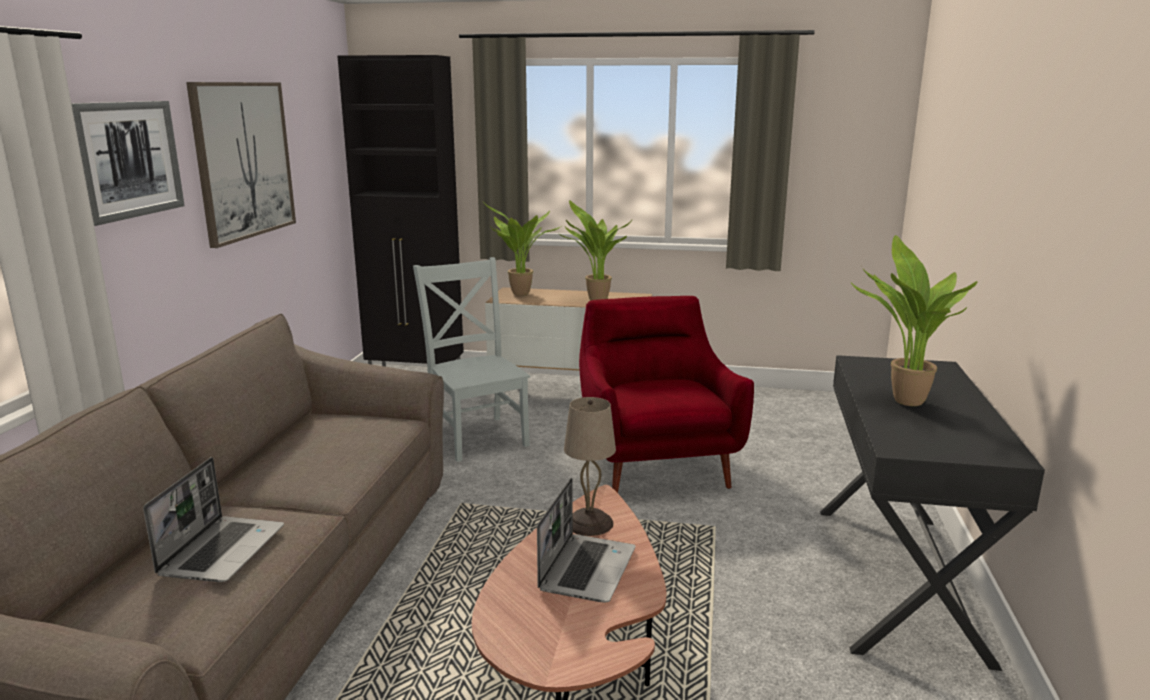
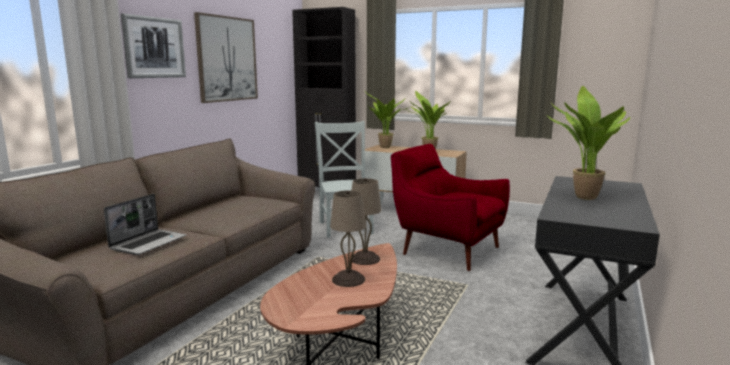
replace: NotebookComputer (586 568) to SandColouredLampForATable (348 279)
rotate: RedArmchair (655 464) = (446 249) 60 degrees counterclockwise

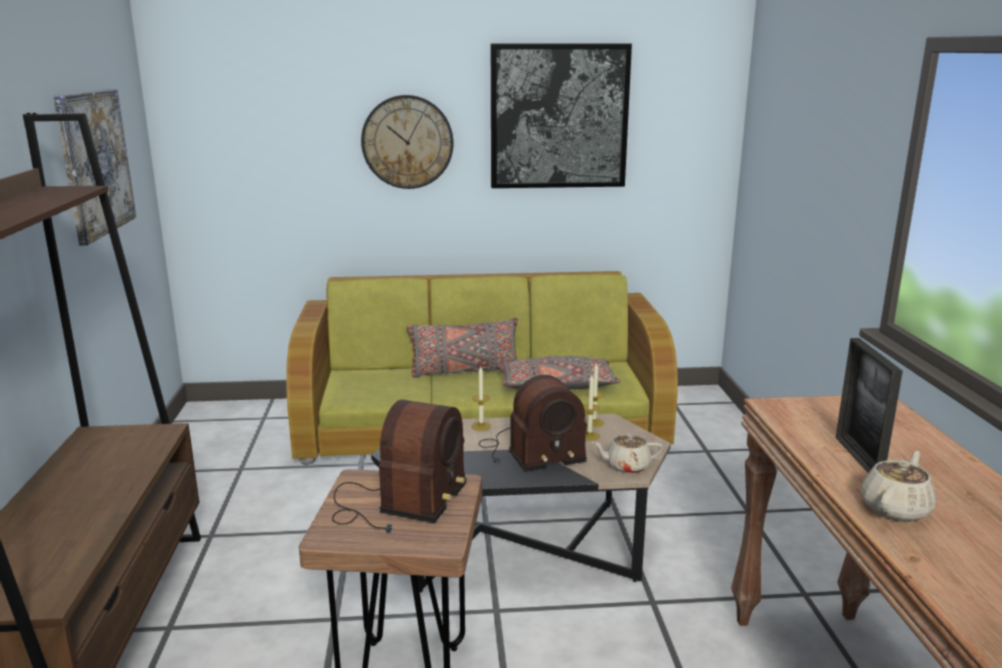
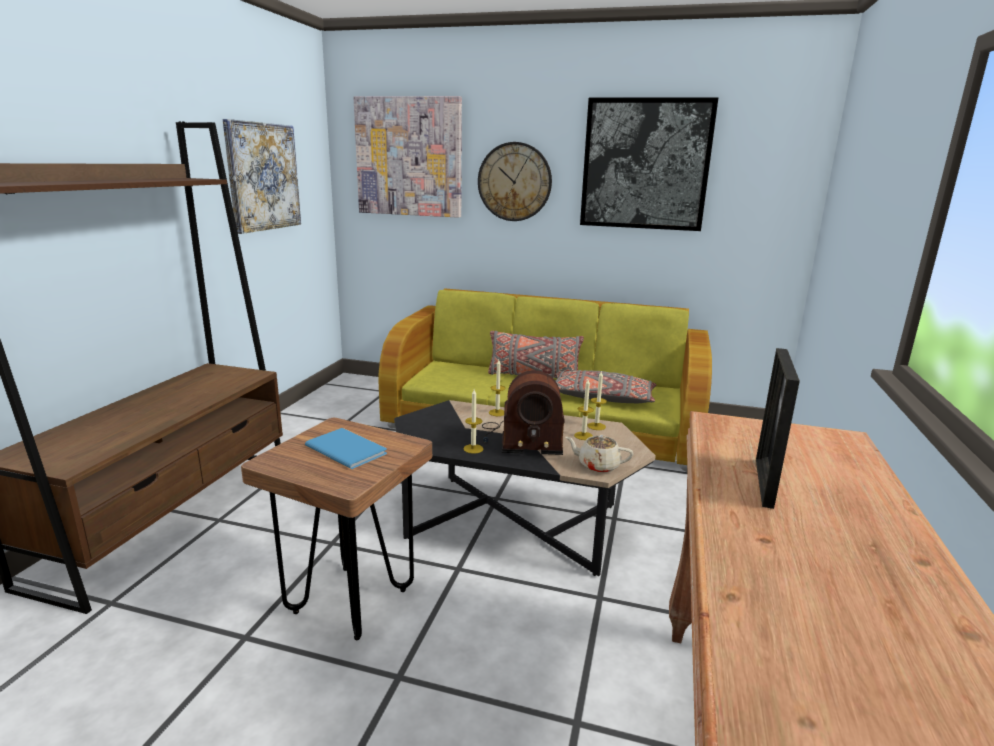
delete: SandColouredTeapot (896 508)
insert: Picture (409 157); WaxCandle (473 449)
replace: Radio (398 503) to BlueBoundBook (346 448)

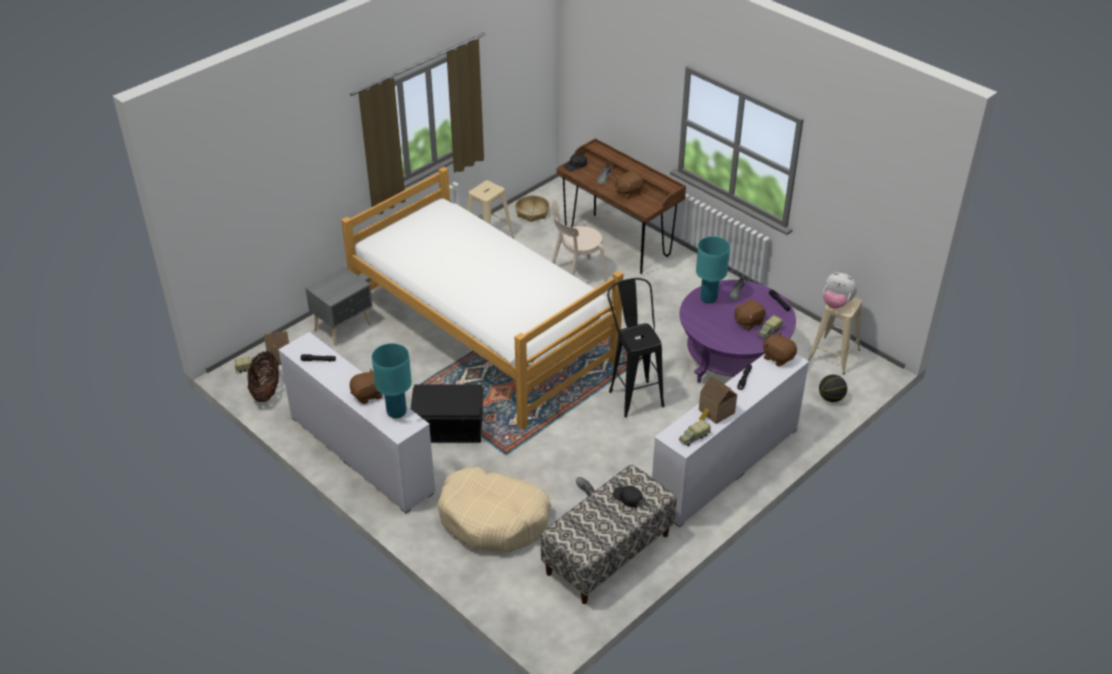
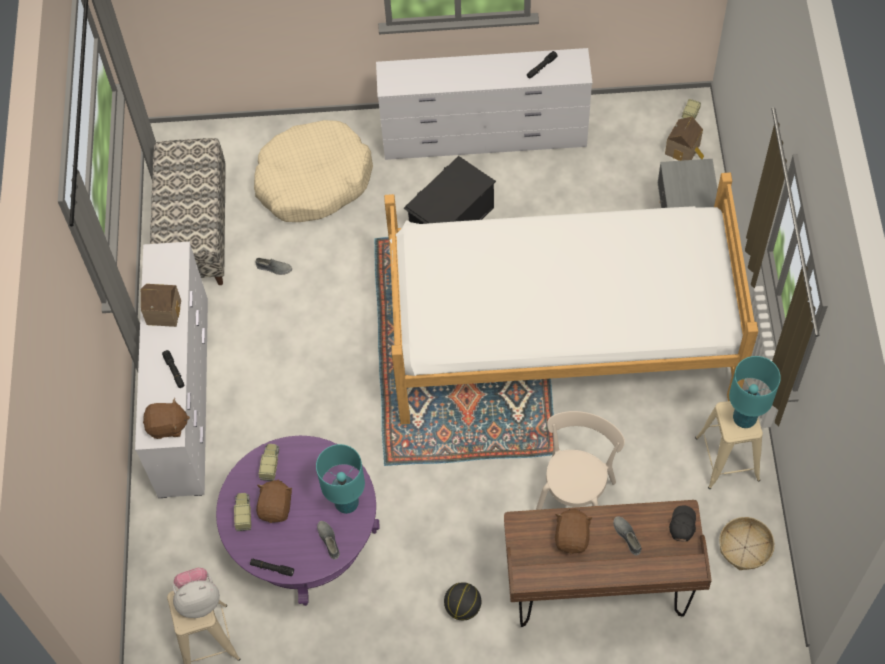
delete: Basket (266 390); BrownCuddlyToy (368 395); BlackSittingStool (633 393); BlackPeakedCap (628 498)
move: ToyLorry (694 437) to (270 464); BallForBasketball (831 398) to (462 607); TurquoiseLampForATable (396 412) to (744 418)

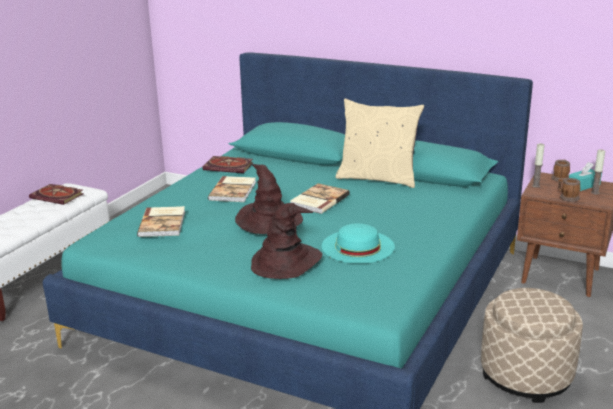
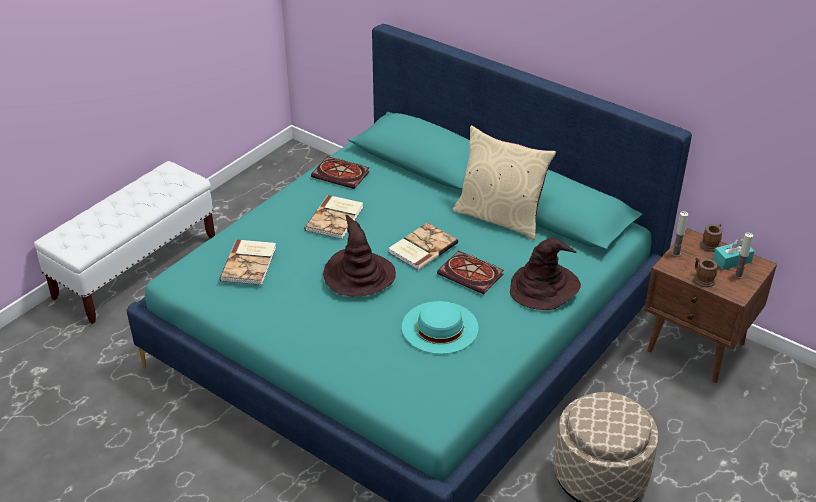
move: BoundBook (58 196) to (472 274); BrownClothingHat (286 262) to (544 288)

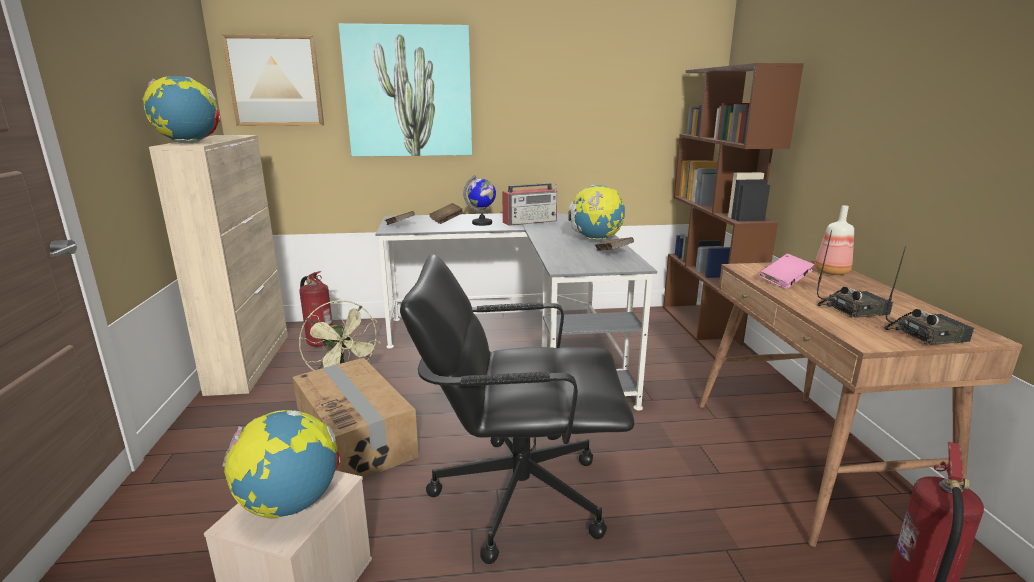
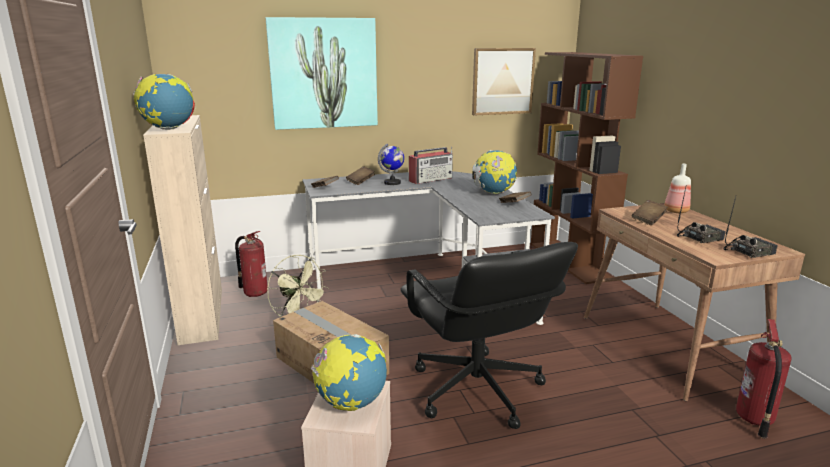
move: Picture (275 81) to (502 81)
recolor: PinkBoundBook (784 282) to BrownBoundBook (648 220)
rotate: BlackComputerChair (518 494) = (476 390) 105 degrees counterclockwise

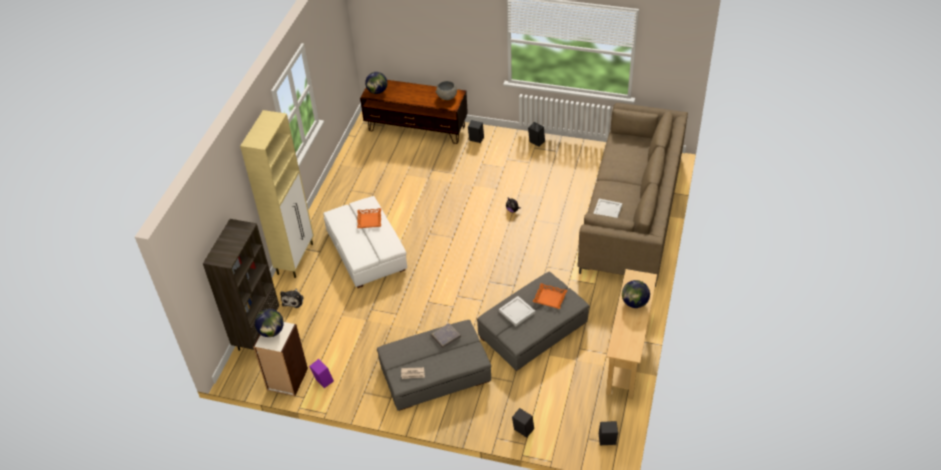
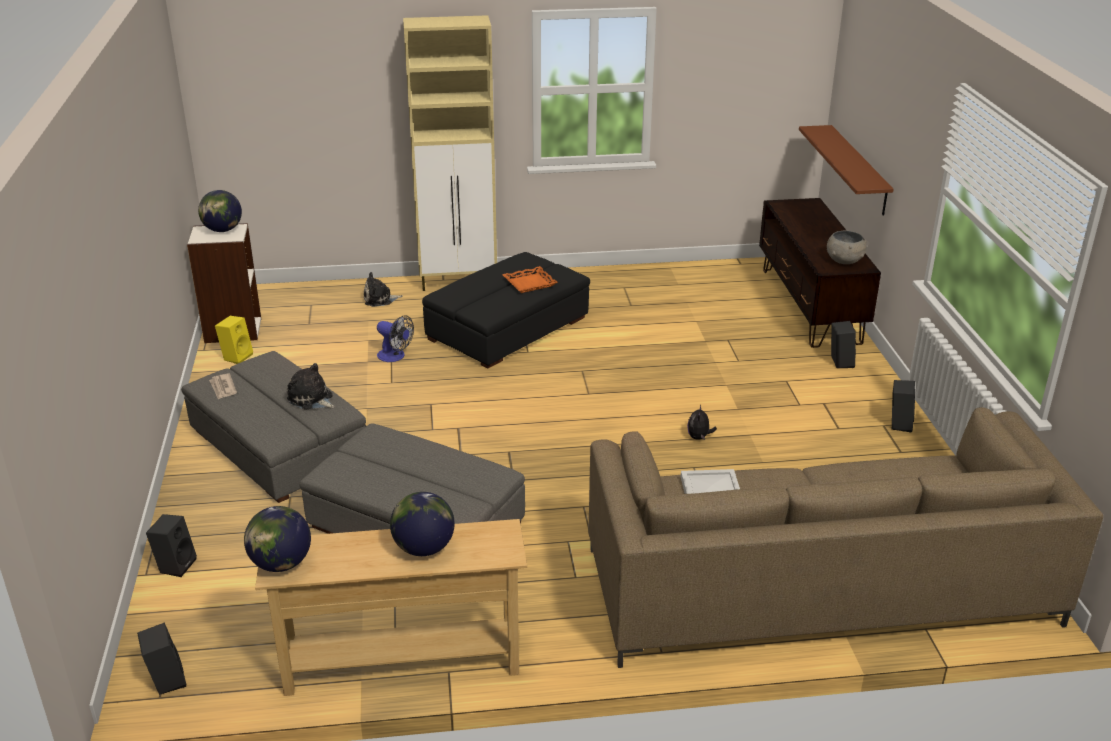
delete: BrownShelvingUnit (258 333); WhiteTray (516 312); OrangeyTray (549 298)
insert: Fan (395 356); BrownWallShelf (858 170)
move: WorldGlobe (377 91) to (281 564)
replace: GrayBoundBook (446 336) to CuddlyToy (311 399)
recolor: PurpleAudioSpeaker (322 381) to YellowColouredAudioSpeaker (237 356); WhitePouffe (367 251) to BlackPouffe (508 328)

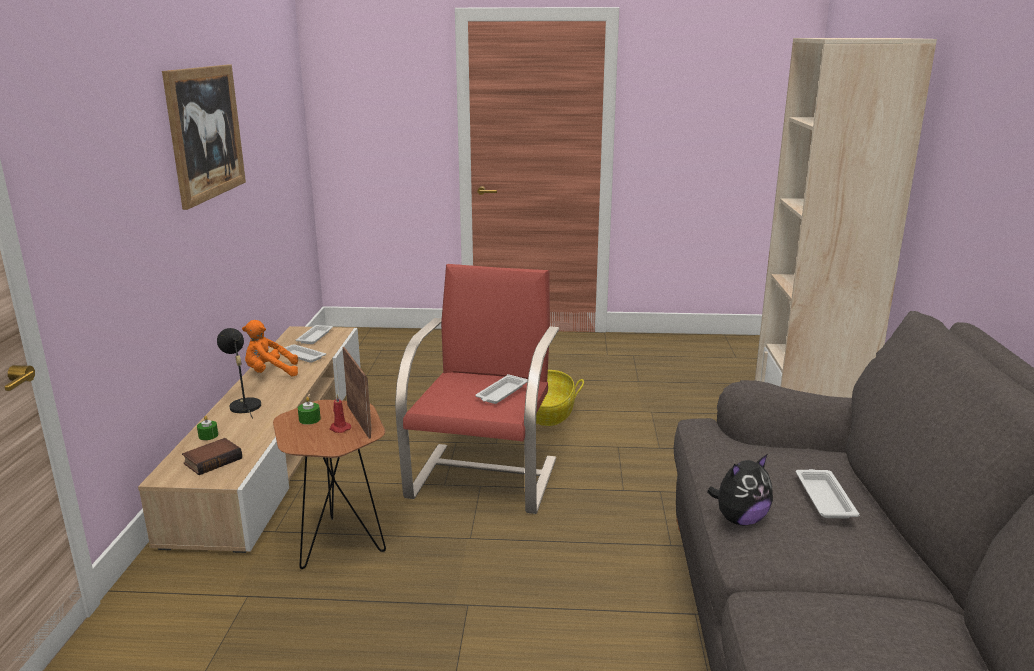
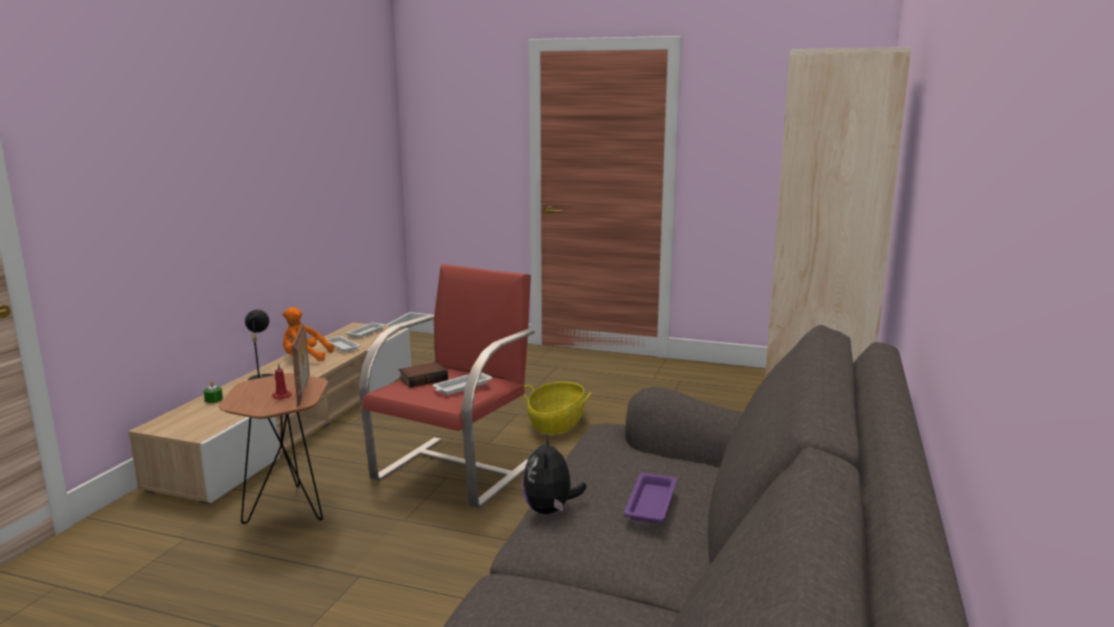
delete: Picture (206 132); GreenWaxCandle (309 419)
move: BoundBook (213 460) to (423 379)
recolor: WhiteTray (824 498) to PurpleTray (651 502)
rotate: CuddlyToy (739 519) = (550 510) 105 degrees clockwise

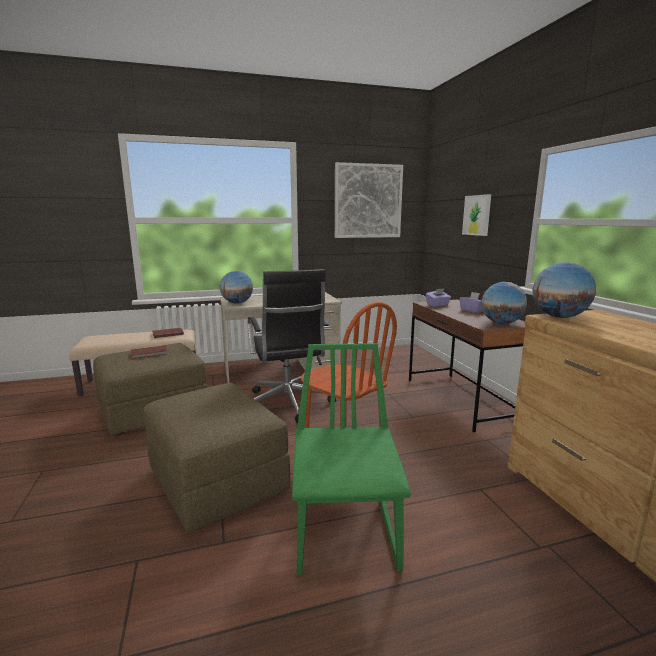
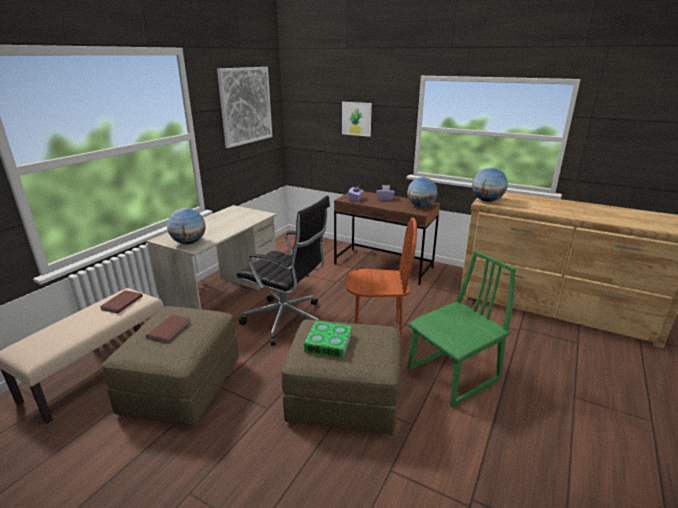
insert: BoundBook (328 343)
rotate: GreenPlainChair (346 533) = (453 375) 105 degrees clockwise

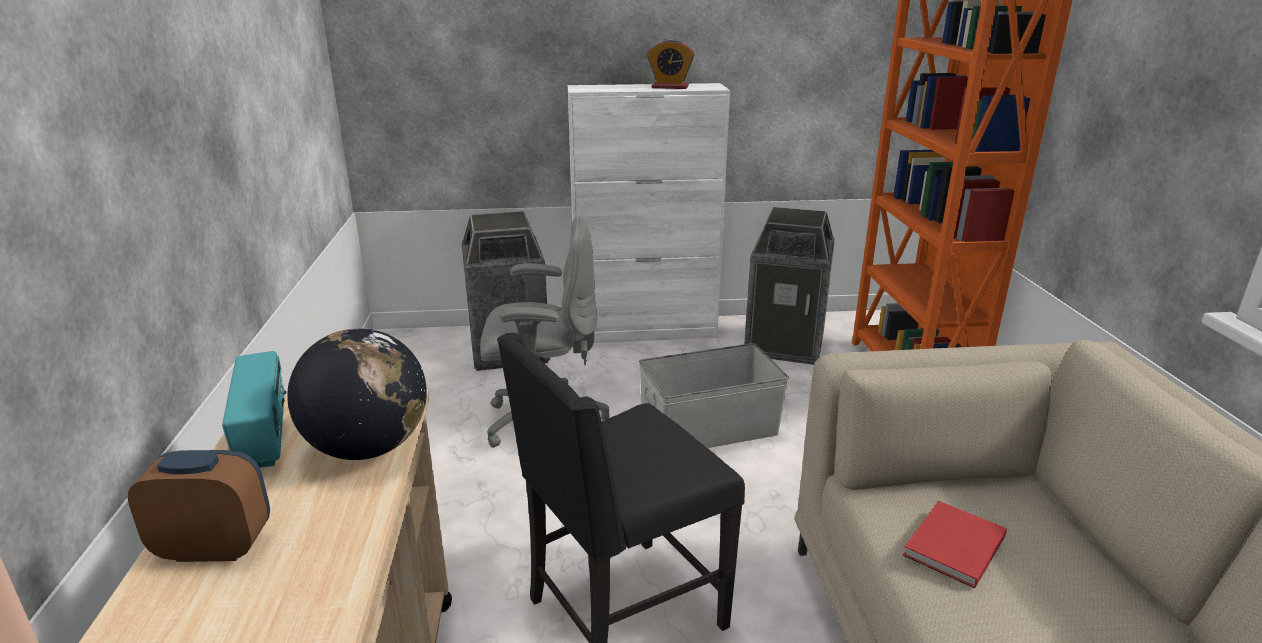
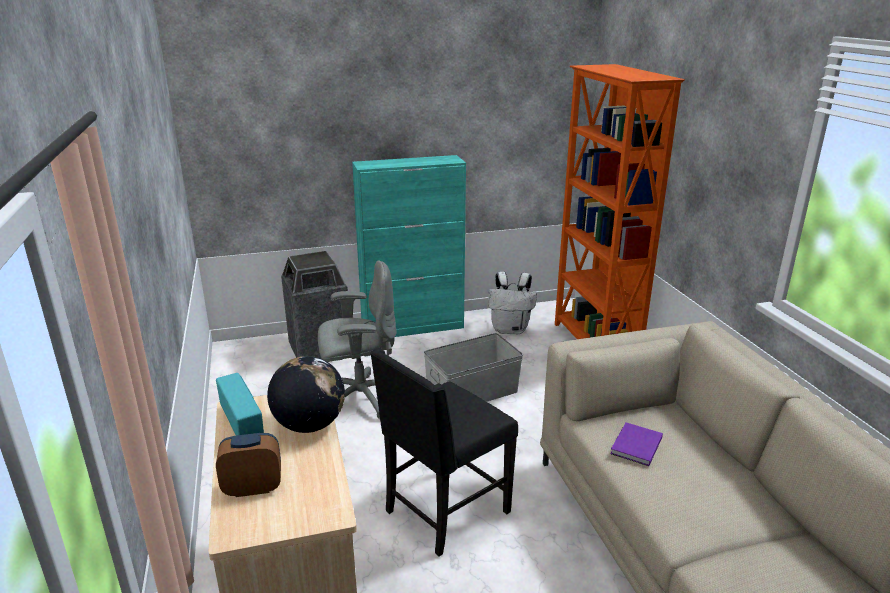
delete: TableClock (670 87)
replace: RubbishBin (785 345) to WhiteKnapsack (510 329)
recolor: WhiteCabinet (646 331) to TurquoiseCabinet (413 327); RedBoundBook (951 547) to PurpleBoundBook (635 446)

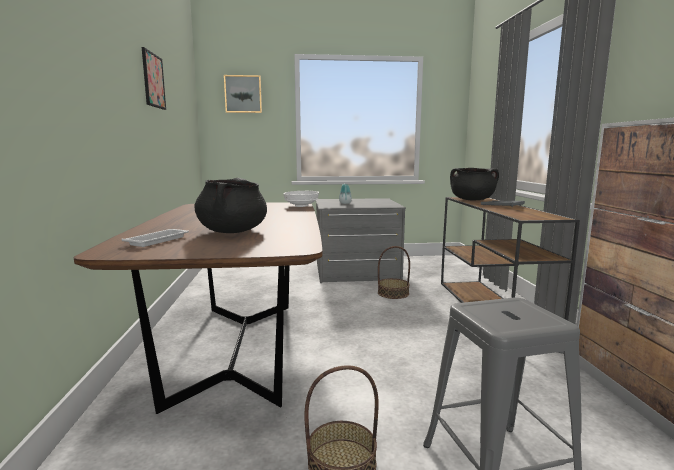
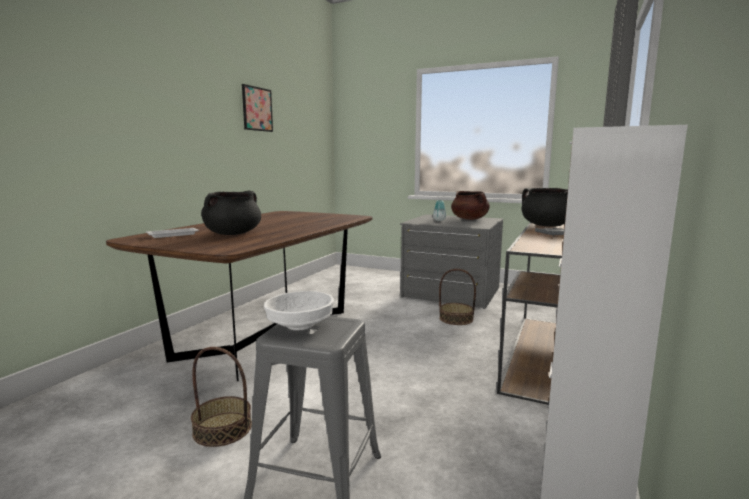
delete: Picture (243 94)
insert: BrownCookingPot (470 219)
move: WhiteBowl (301 206) to (300 325)

